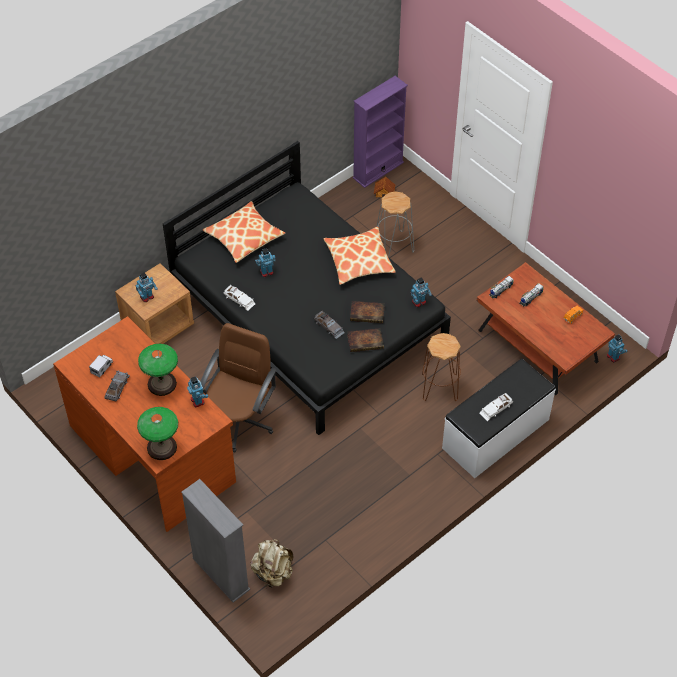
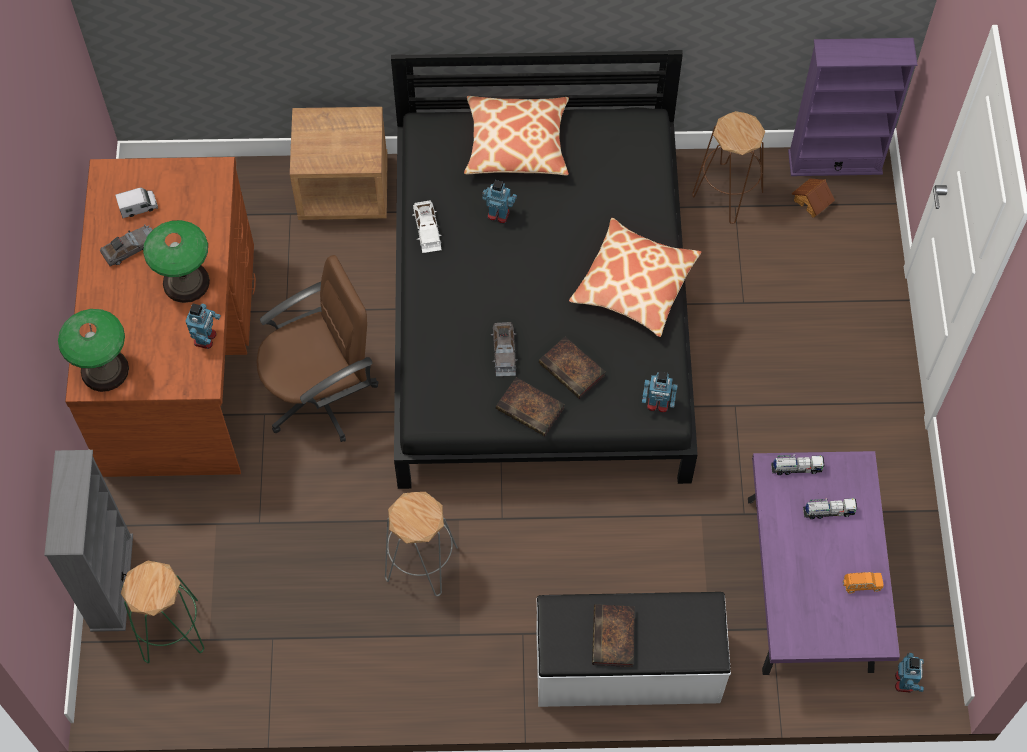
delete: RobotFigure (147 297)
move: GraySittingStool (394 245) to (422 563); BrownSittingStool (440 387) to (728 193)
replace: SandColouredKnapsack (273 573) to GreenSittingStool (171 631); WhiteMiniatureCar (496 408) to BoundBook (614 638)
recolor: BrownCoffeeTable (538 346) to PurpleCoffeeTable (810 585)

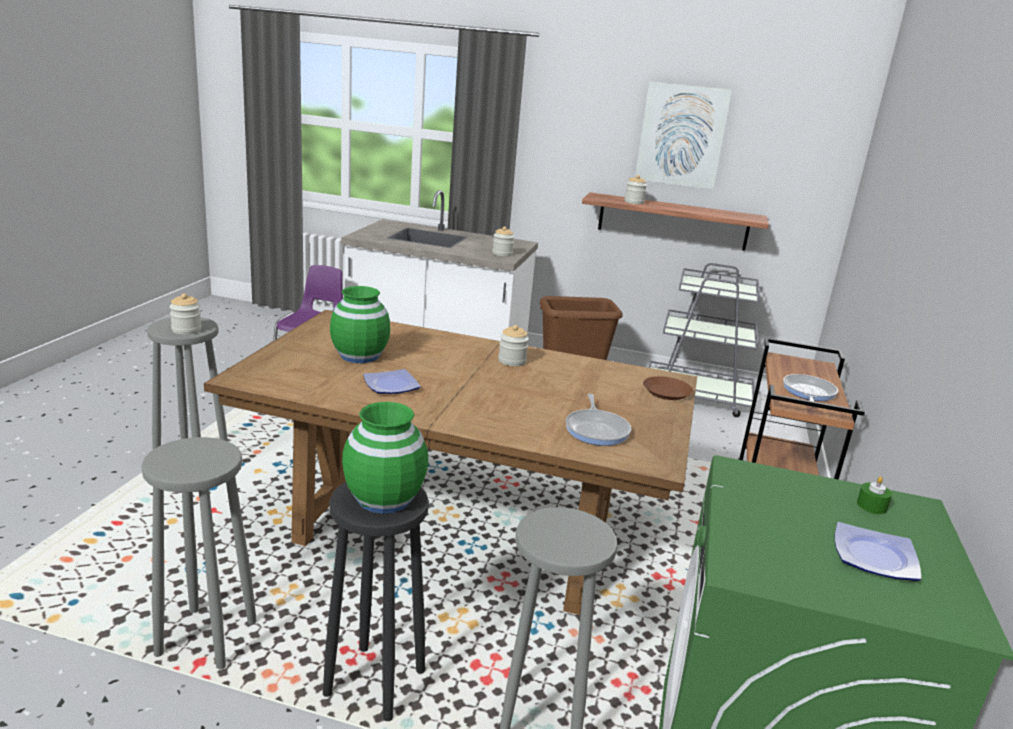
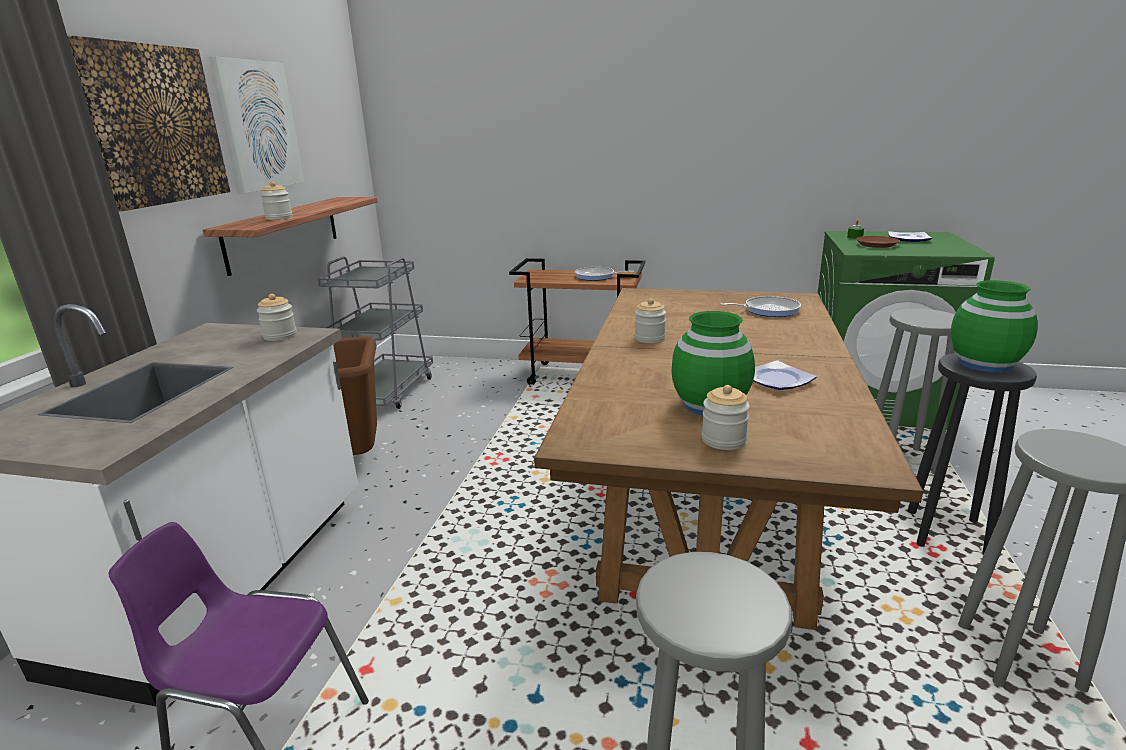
insert: Picture (155 125)
move: Jar (186 330) to (723 440); BrownFlatDish (667 392) to (876 245)

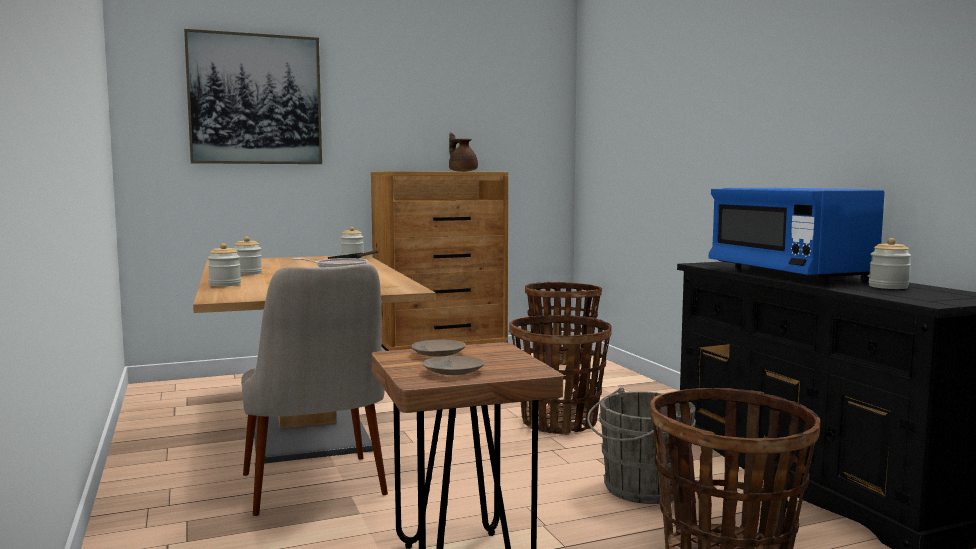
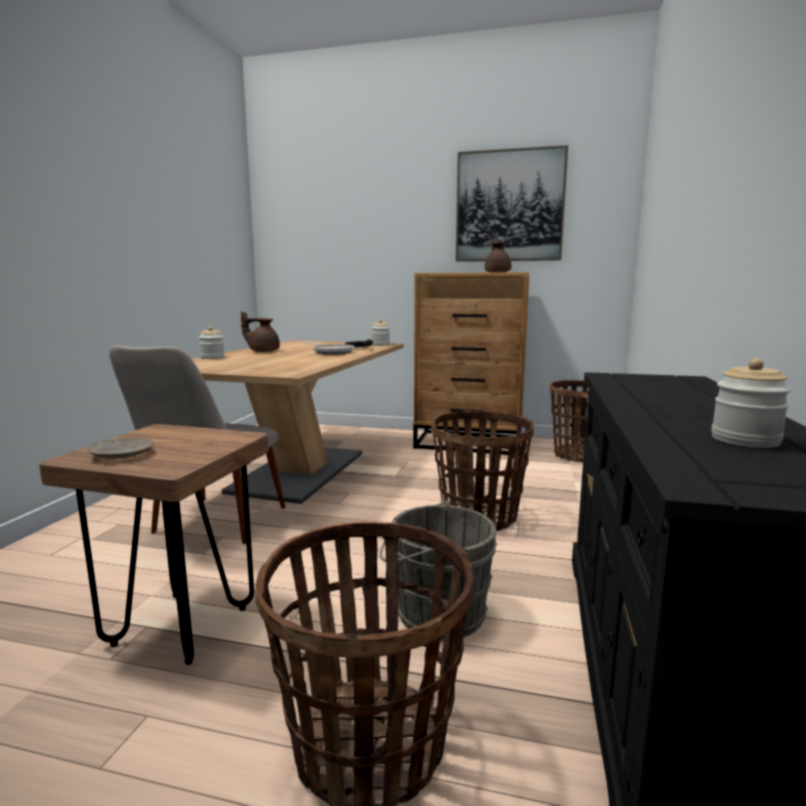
delete: SandColouredFlatDish (437 354); BlueMicrowaveOven (788 274)
move: Picture (255 99) to (509 206)
replace: Jar (248 273) to BrownTeapot (263 351)

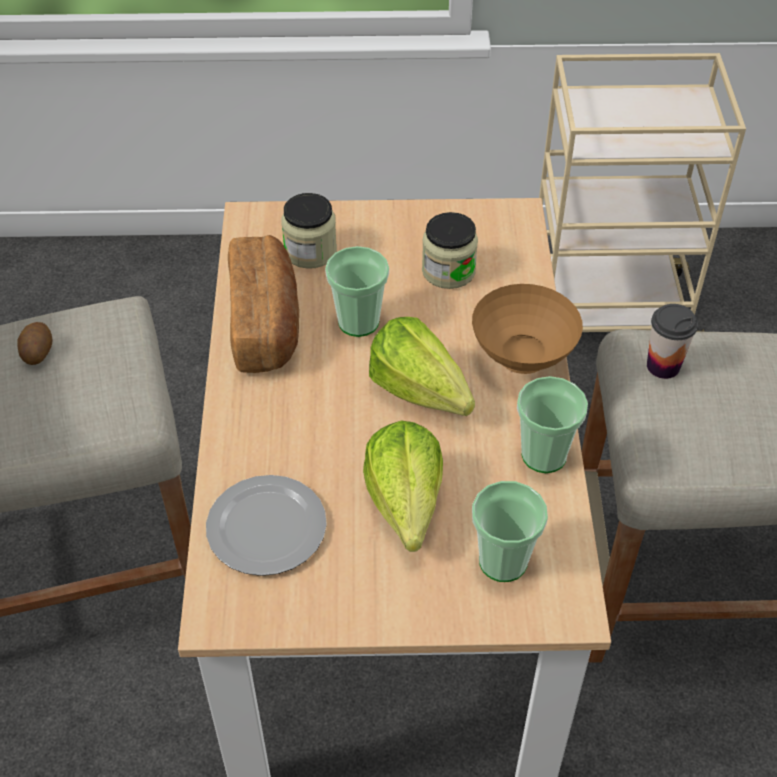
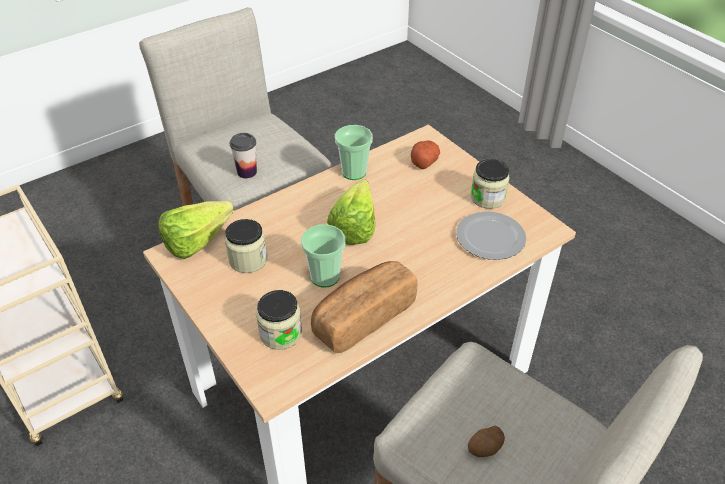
delete: BrownBowl (520 358)
insert: Jar (487 197)
move: Lettuce (403 514) to (203 240)
replace: DrinkingCup (503 561) to WholePotato (424 161)

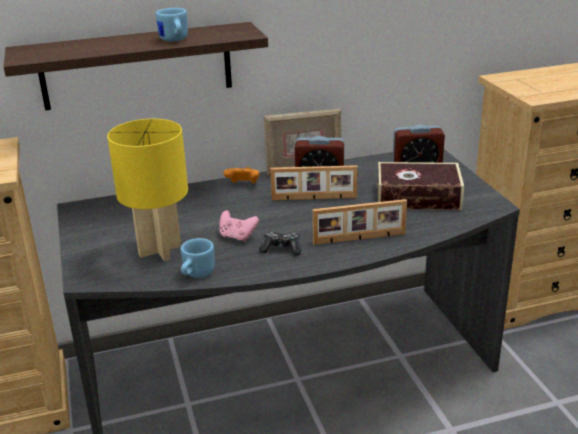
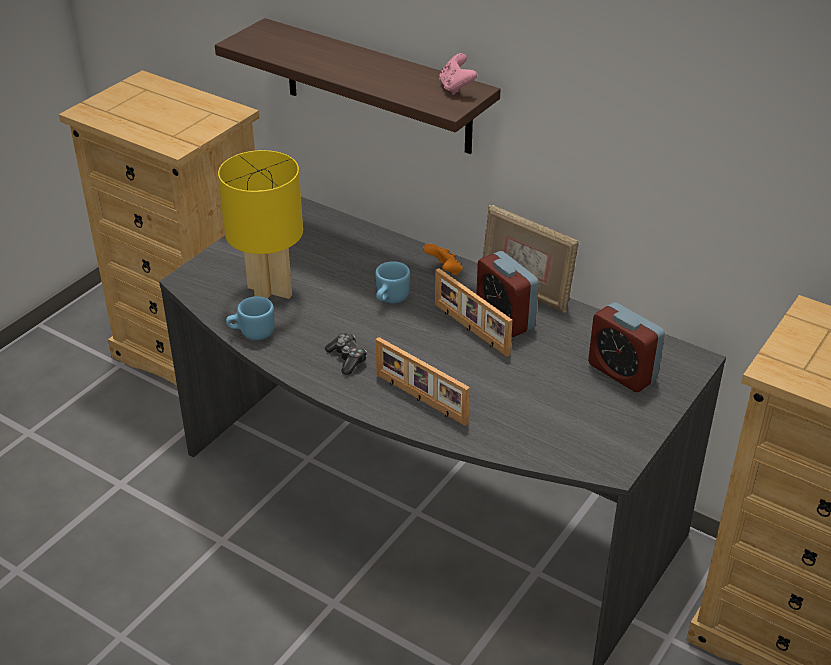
delete: BoundBook (418 197)
move: BlueCoffeeMug (174 40) to (389 299); PinkGameController (237 237) to (456 88)

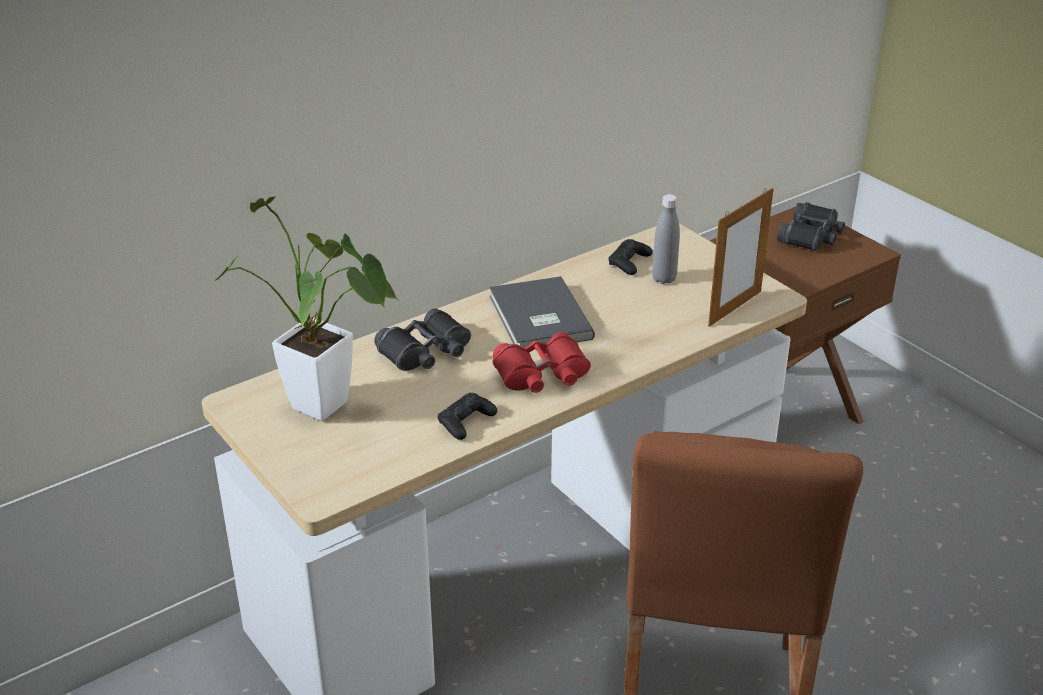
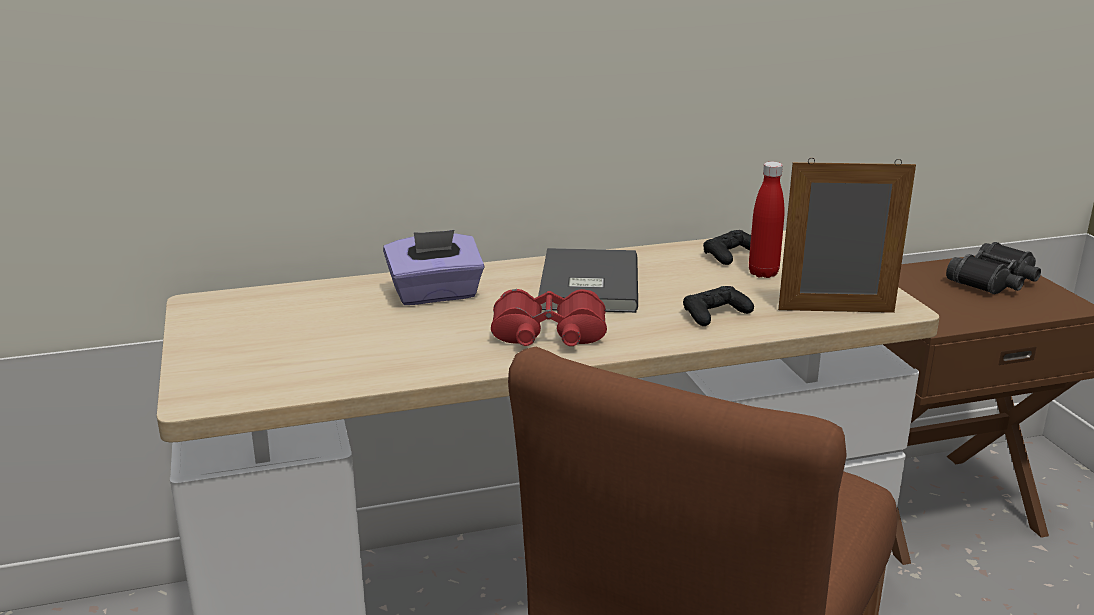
delete: Houseplant (329 410)
move: BlackGameController (466 422) to (715 314)
replace: BlackPairOfBinoculars (426 352) to PurpleBoxOfTissues (435 294)
recolor: GrayBeverageBottle (664 279) to RedBeverageBottle (763 273)
rotate: PhotoFrame (734 308) = (836 311) 150 degrees counterclockwise

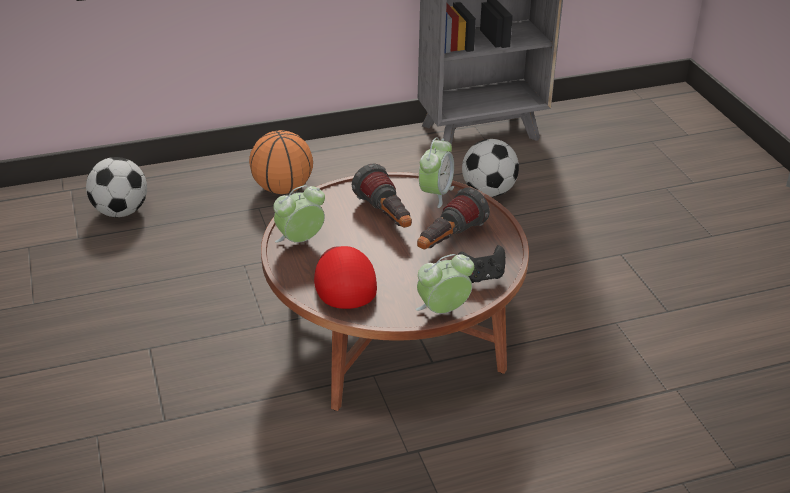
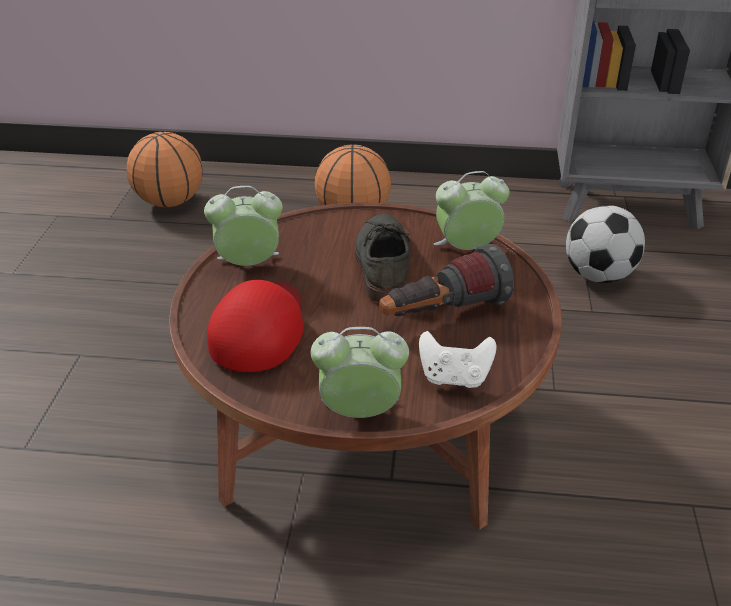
replace: FootballBall (120 212) to BallForBasketball (170 202); Torch (386 217) to GrayLowShoe (382 263)
recolor: BlackGameController (482 276) to WhiteGameController (454 378)
rotate: TableClock (435 194) = (467 249) 150 degrees counterclockwise

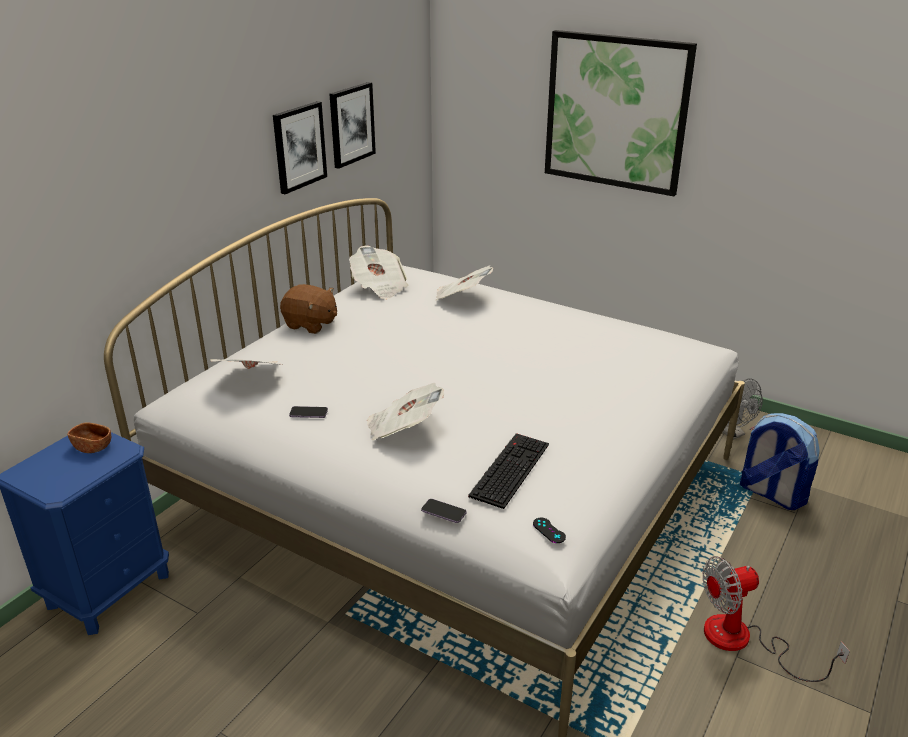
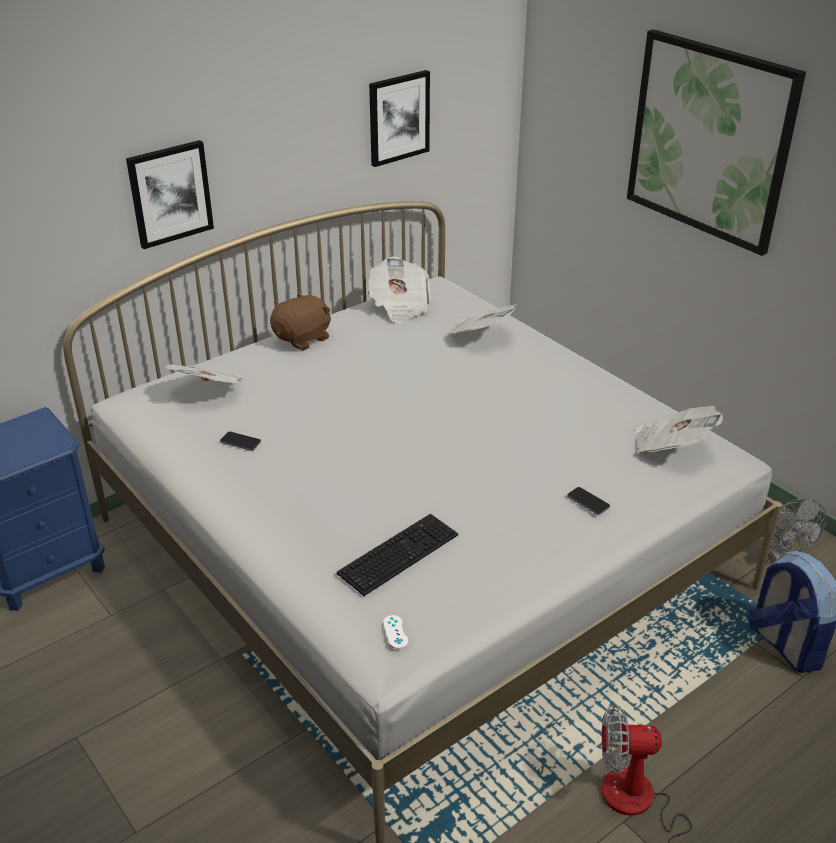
delete: BrownBowl (92 447)
move: Picture (299 147) to (170 193); Phone (443 512) to (588 502); Newspaper (403 429) to (671 446)
recolor: BlackGameController (549 530) to WhiteGameController (395 632)
rotate: BrownCuddlyToy (310 324) = (303 339) 90 degrees counterclockwise

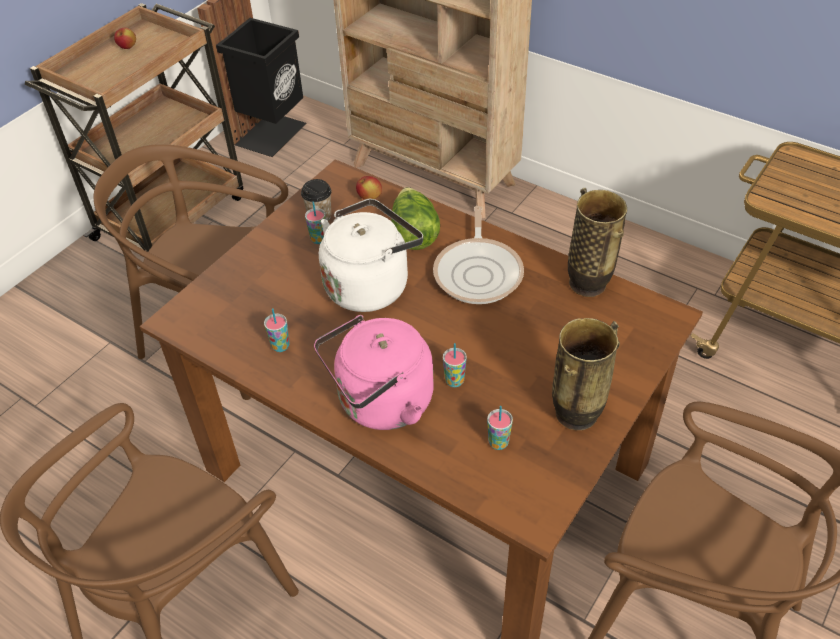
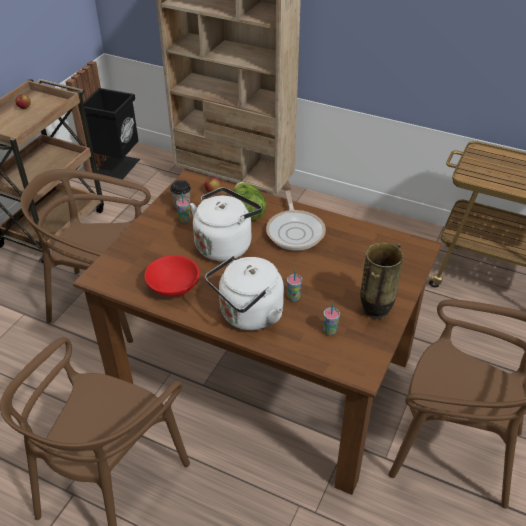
delete: Vase (588 284)
replace: DrinkingCup (280 346) to RedBowl (173 287)
recolor: PinkTeaKettle (380 404) to WhiteTeaKettle (248 315)

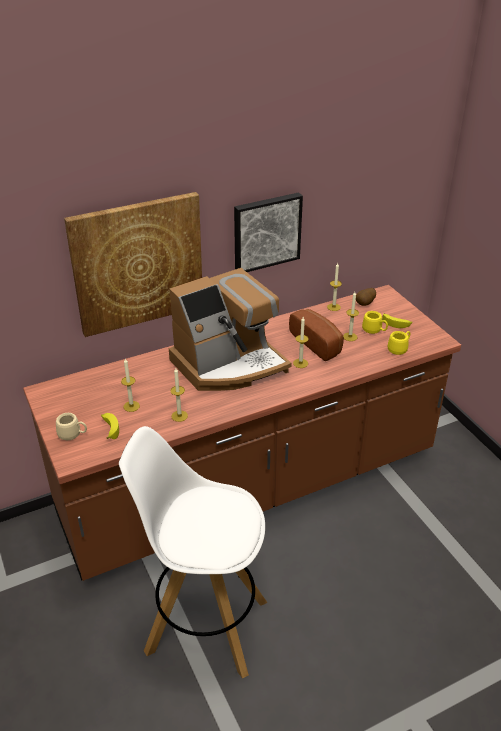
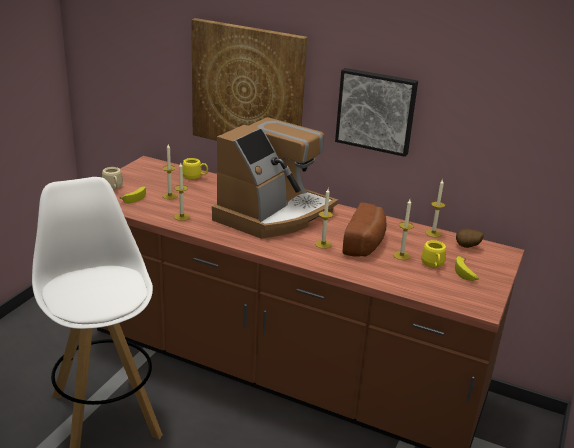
move: YellowColouredCoffeeMug (399 348) to (195 177)
rotate: CoffeeMaker (229 364) = (273 214) 75 degrees counterclockwise

